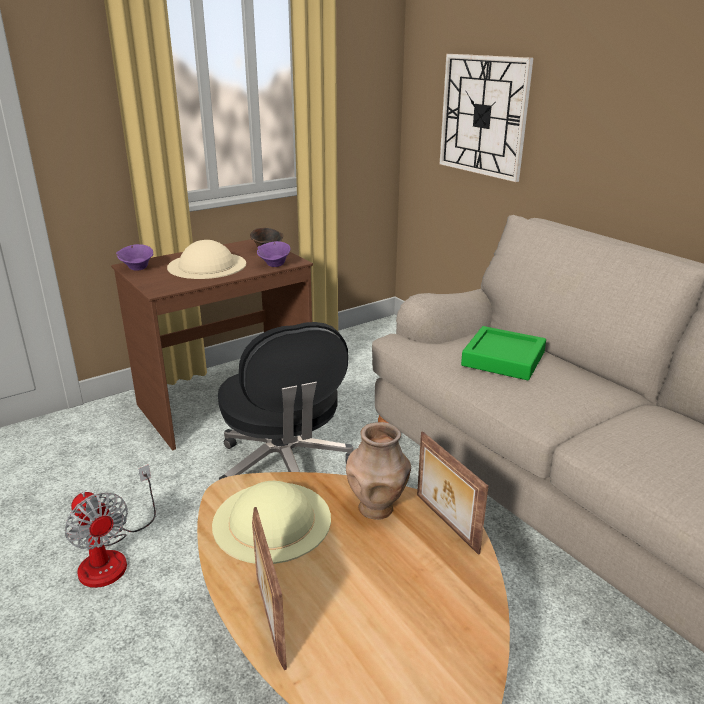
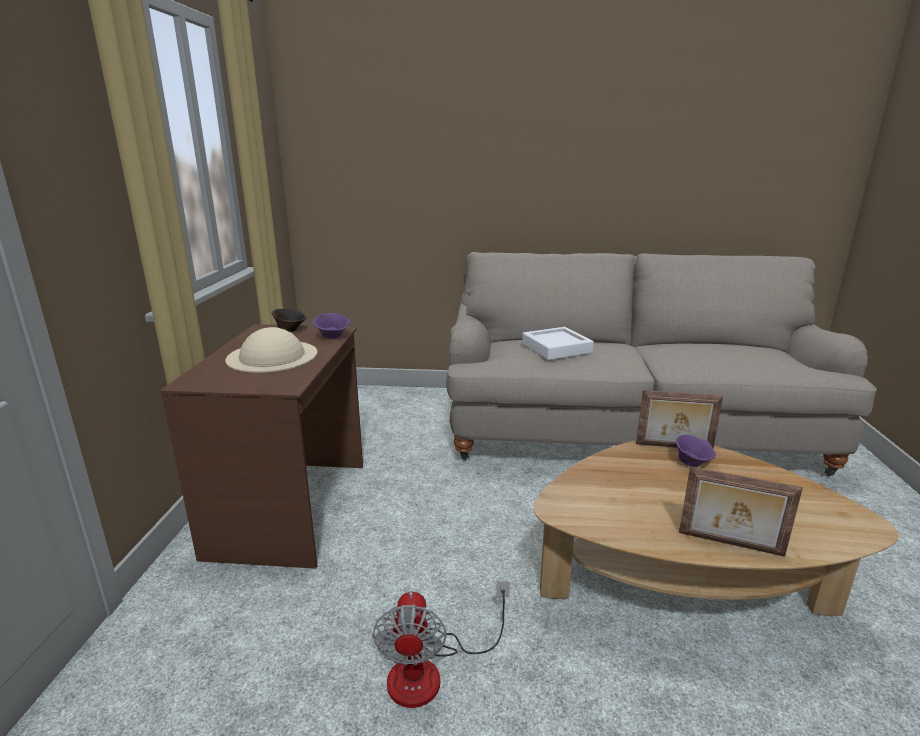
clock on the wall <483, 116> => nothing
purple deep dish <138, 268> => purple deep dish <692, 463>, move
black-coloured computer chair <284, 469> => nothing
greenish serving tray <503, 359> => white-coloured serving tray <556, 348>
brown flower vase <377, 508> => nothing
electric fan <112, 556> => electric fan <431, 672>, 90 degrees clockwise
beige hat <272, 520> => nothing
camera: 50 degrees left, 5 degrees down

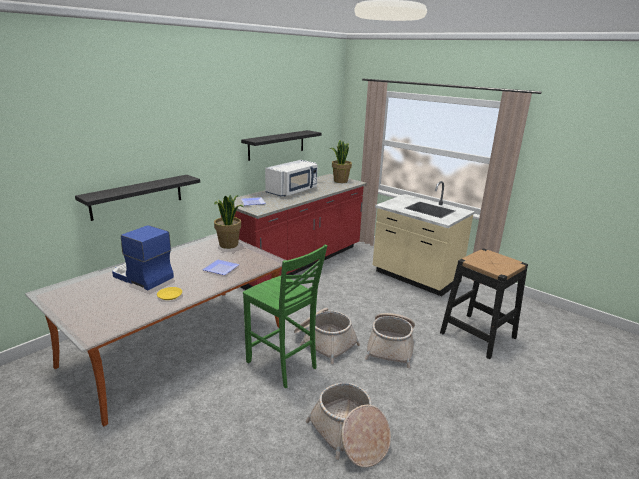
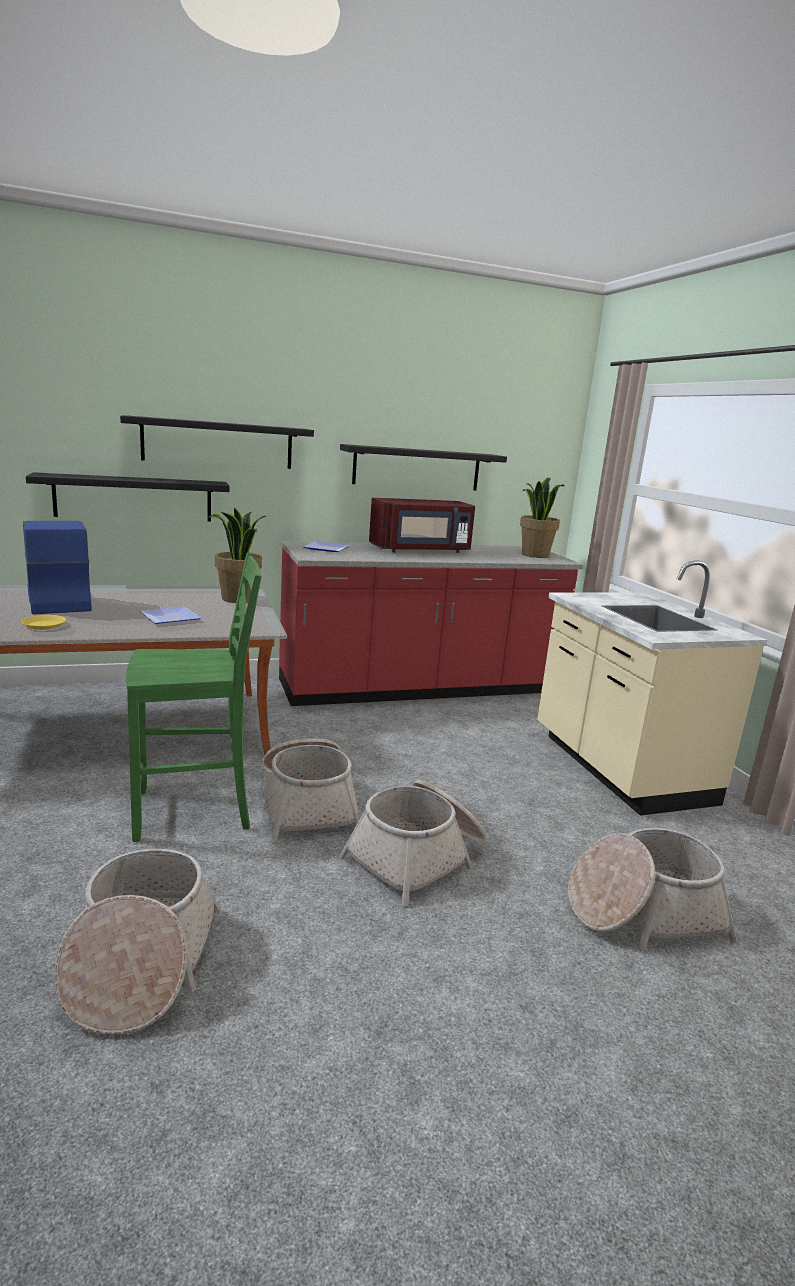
white-coloured microwave oven <293, 191> => reddish microwave oven <421, 550>
greenish plain chair <283, 365> => greenish plain chair <195, 812>, 90 degrees counterclockwise
black-coloured sitting stool <478, 335> => storage basket <642, 912>
nothing => black-coloured shelf <218, 443>
camera: 30 degrees right, 5 degrees down

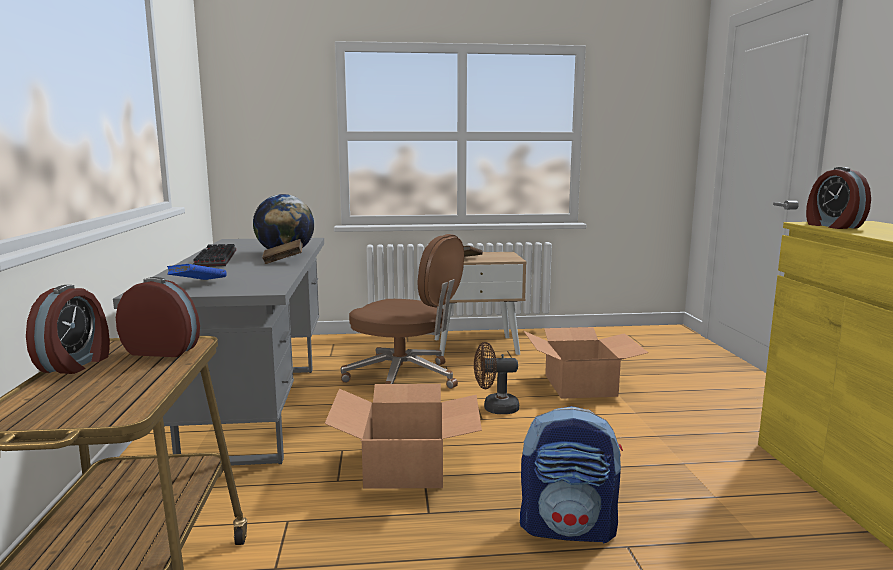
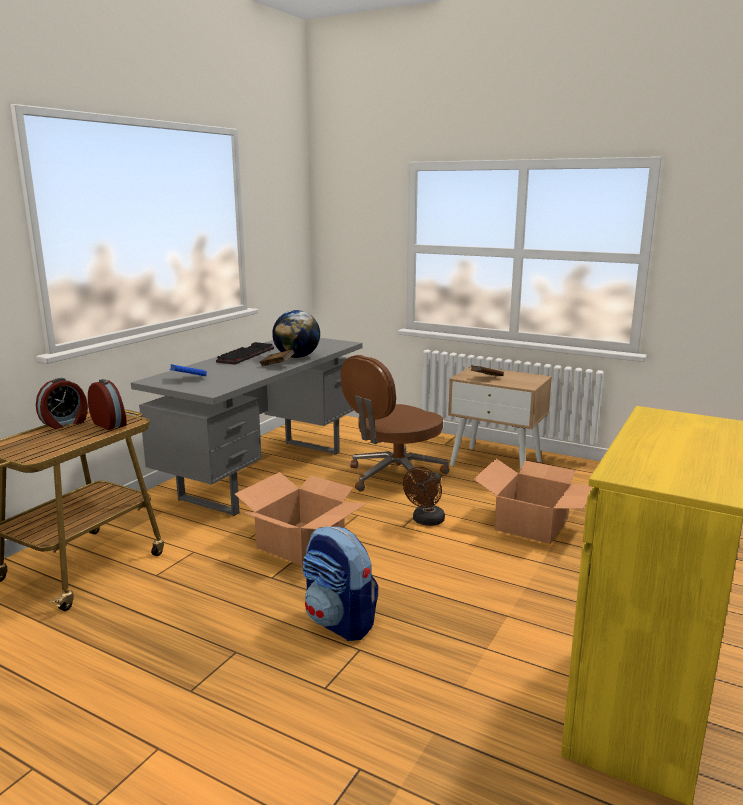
alarm clock <832, 226> => nothing
brown computer chair <404, 378> => brown computer chair <394, 477>, 75 degrees clockwise
brown electric fan <495, 408> => brown electric fan <426, 521>, 90 degrees counterclockwise
camera: 35 degrees right, 5 degrees up

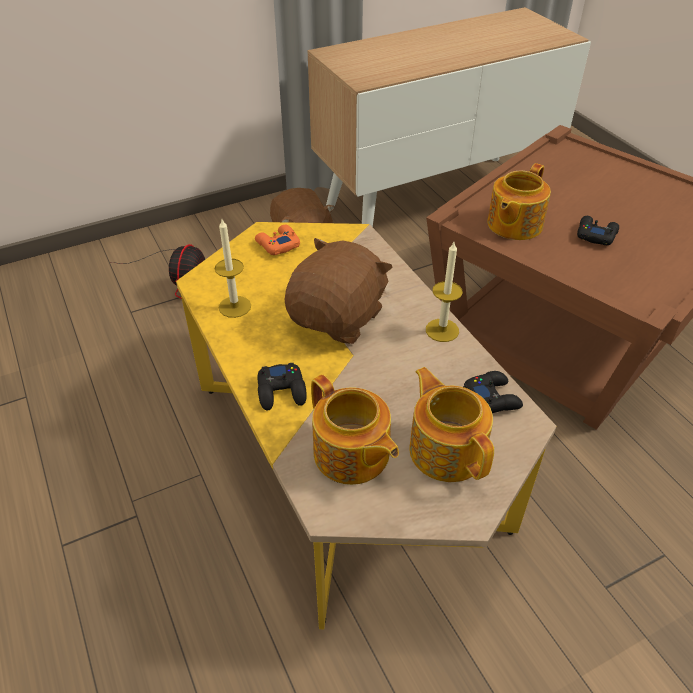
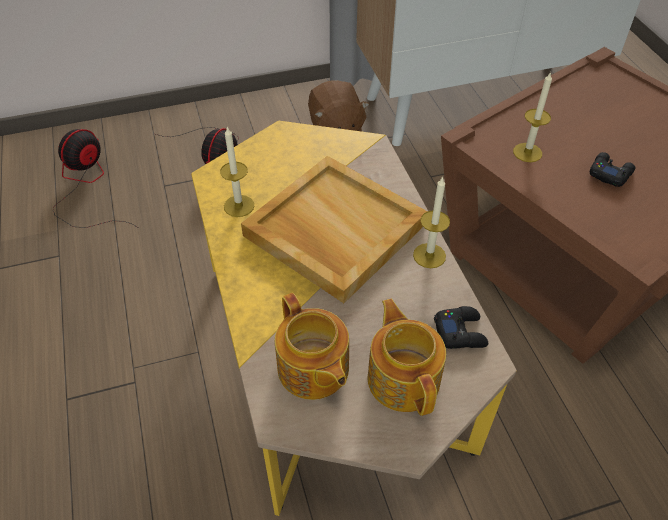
teapot <513, 224> => wax candle <527, 152>
orange joypad <277, 244> => nothing
brown plush toy <338, 318> => beige serving tray <333, 230>
black-coloured joypad <282, 391> => nothing
nothing => electric fan <87, 187>
camera: 10 degrees right, 5 degrees up

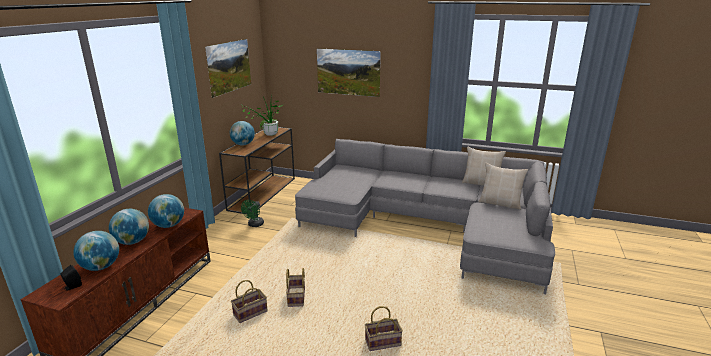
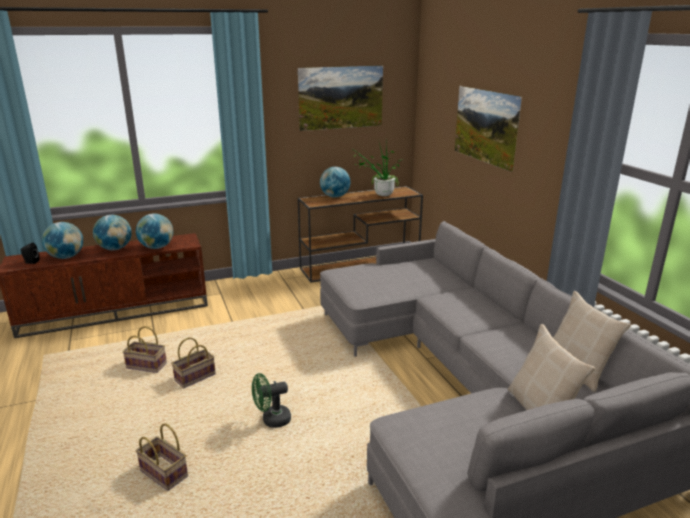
greenish electric fan <254, 225> => greenish electric fan <272, 420>, move
camera: 50 degrees right, 0 degrees up

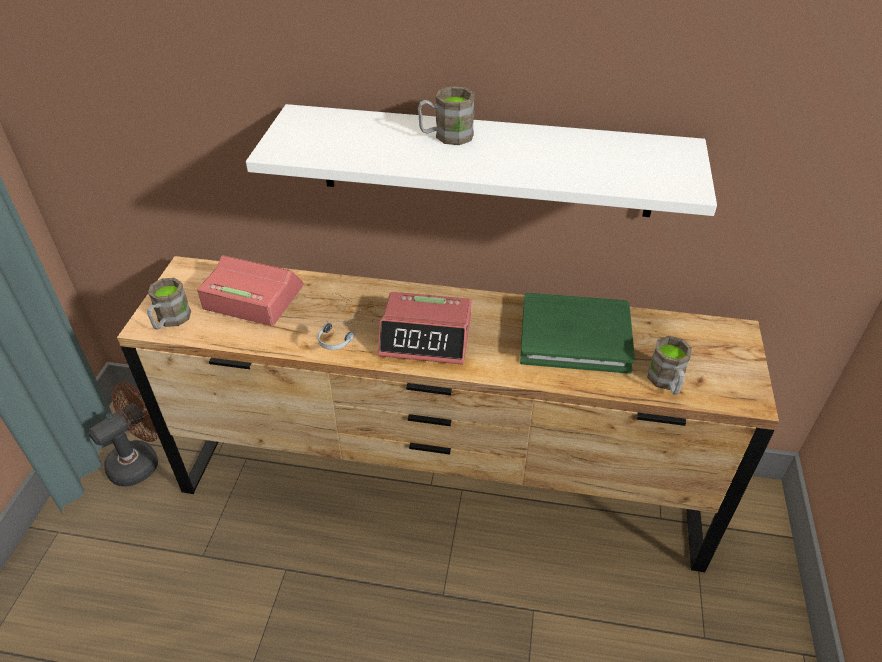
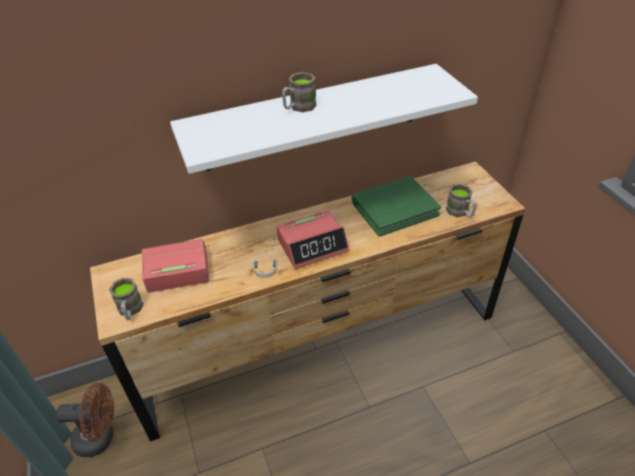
brown electric fan <141, 461> => brown electric fan <101, 437>, 75 degrees clockwise
camera: 30 degrees left, 0 degrees up

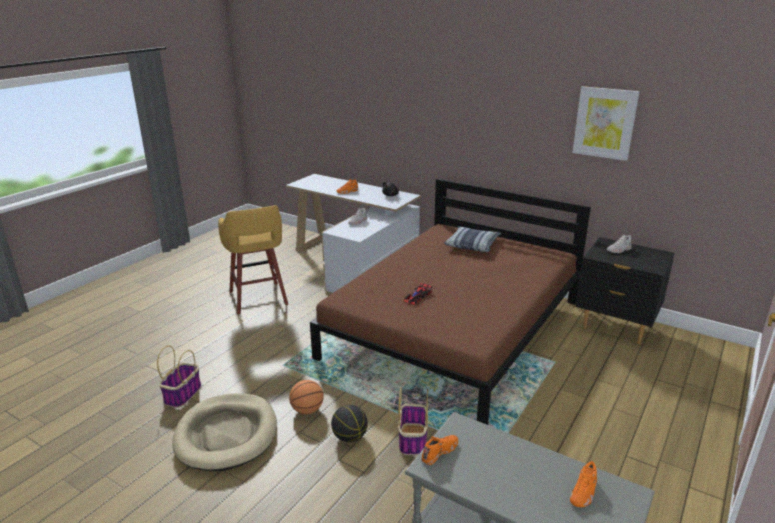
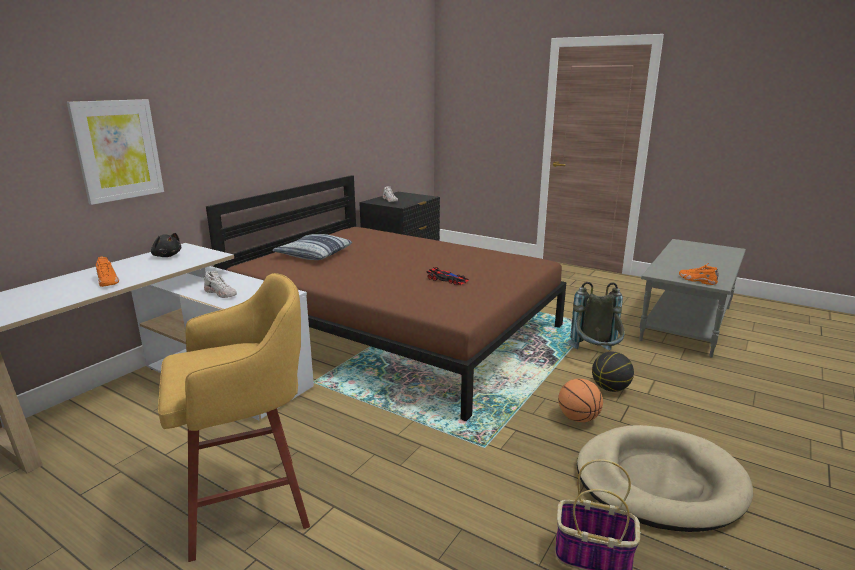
wall art <604, 123> => wall art <118, 150>, move
storage basket <413, 440> => grey backpack <595, 356>
orange shoe <583, 492> => nothing
camera: 90 degrees left, 5 degrees down

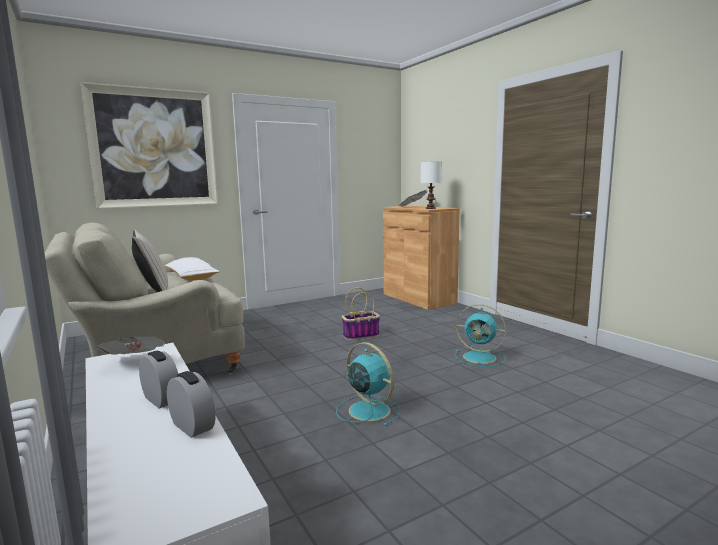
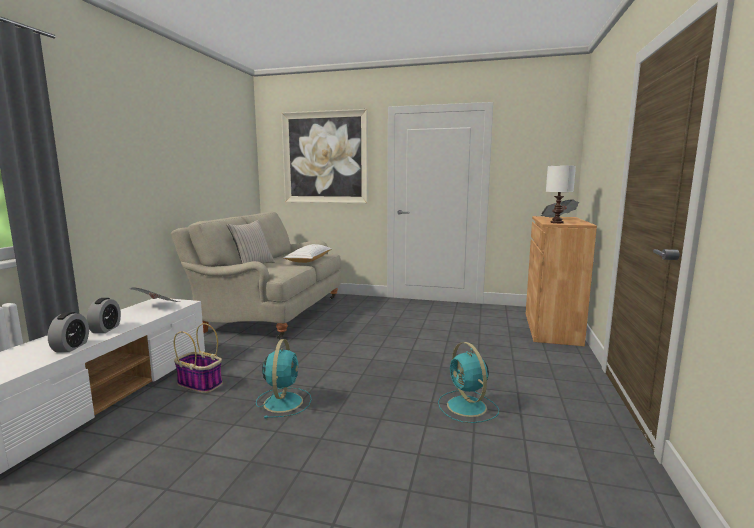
storage basket <361, 335> => storage basket <200, 384>, move
camera: 45 degrees right, 0 degrees up

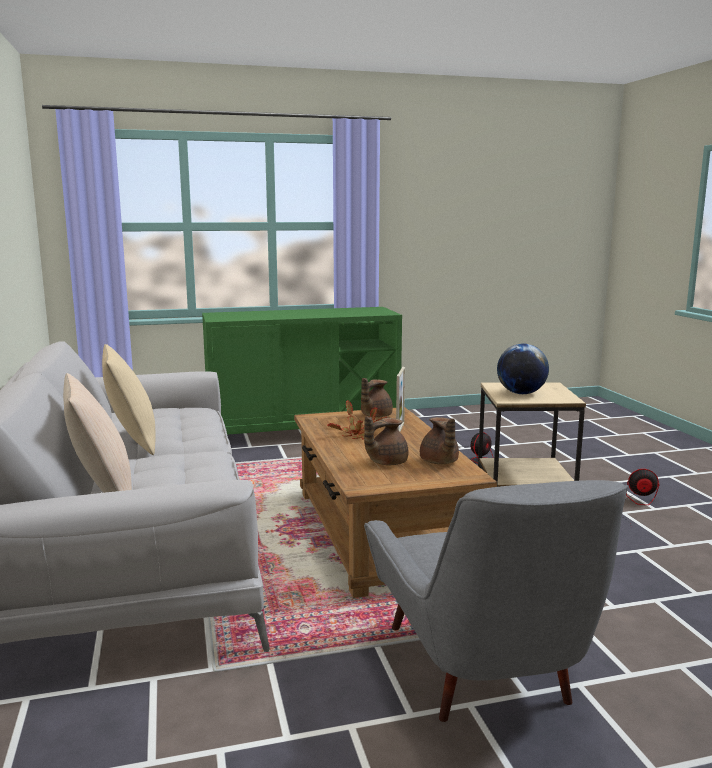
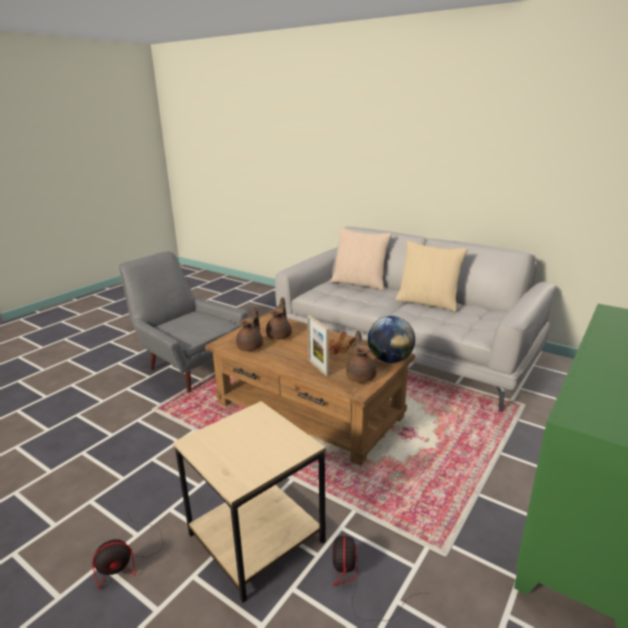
desk globe <521, 393> => desk globe <390, 360>, move
brown teapot <439, 462> => brown teapot <251, 346>, 75 degrees clockwise
camera: 140 degrees right, 10 degrees up

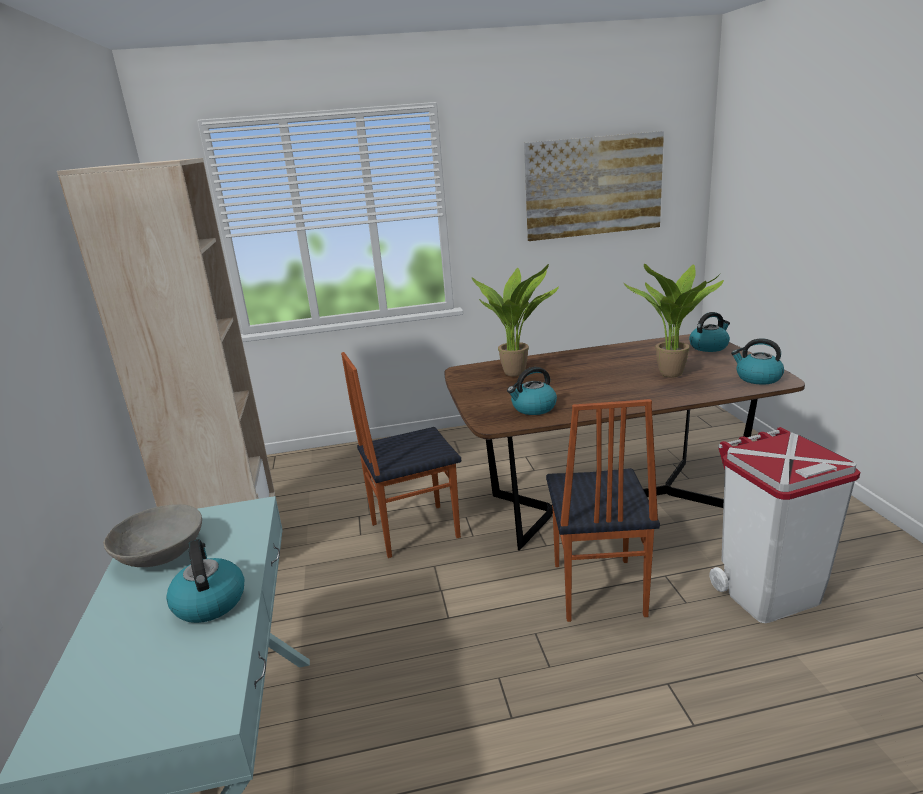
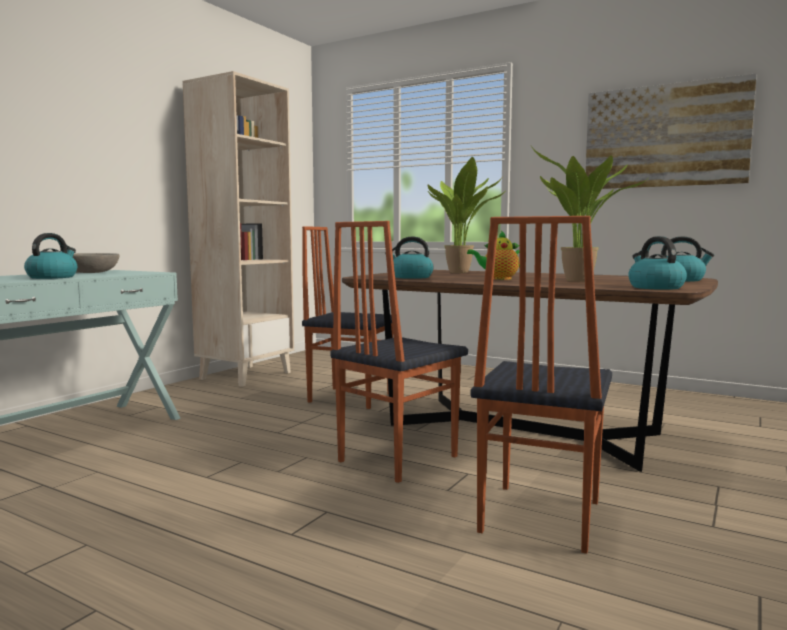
white-coloured waste bin <768, 593> => plain chair <537, 516>
nothing => teapot <498, 279>
camera: 40 degrees right, 15 degrees down

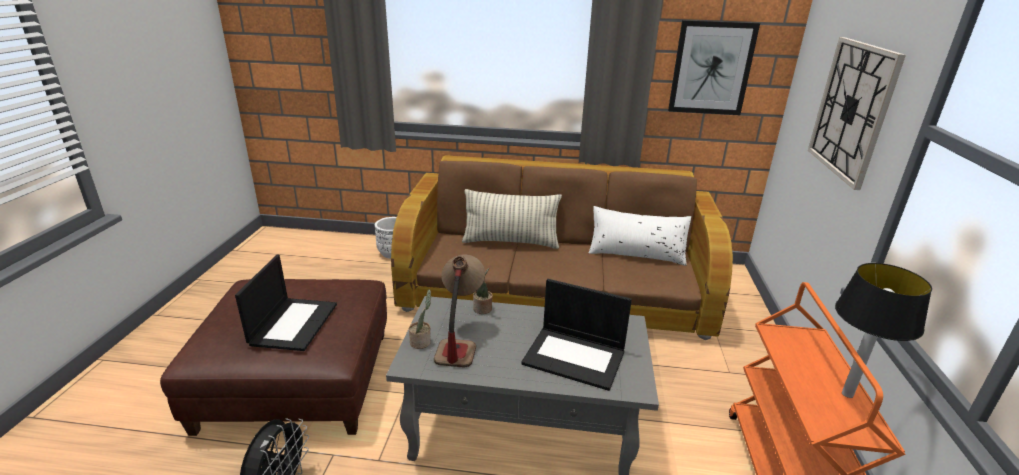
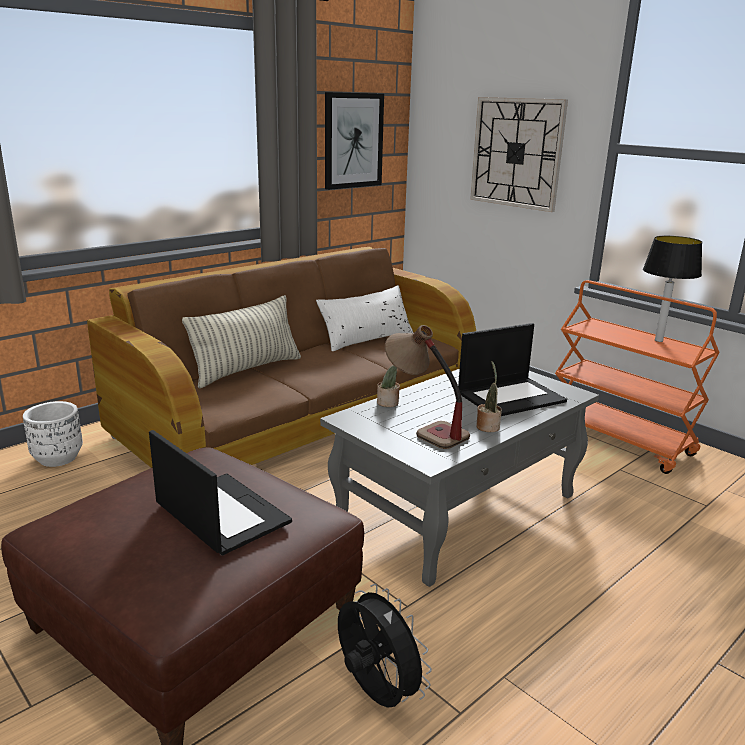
houseplant <421, 342> => houseplant <487, 426>, move
camera: 50 degrees left, 5 degrees down

